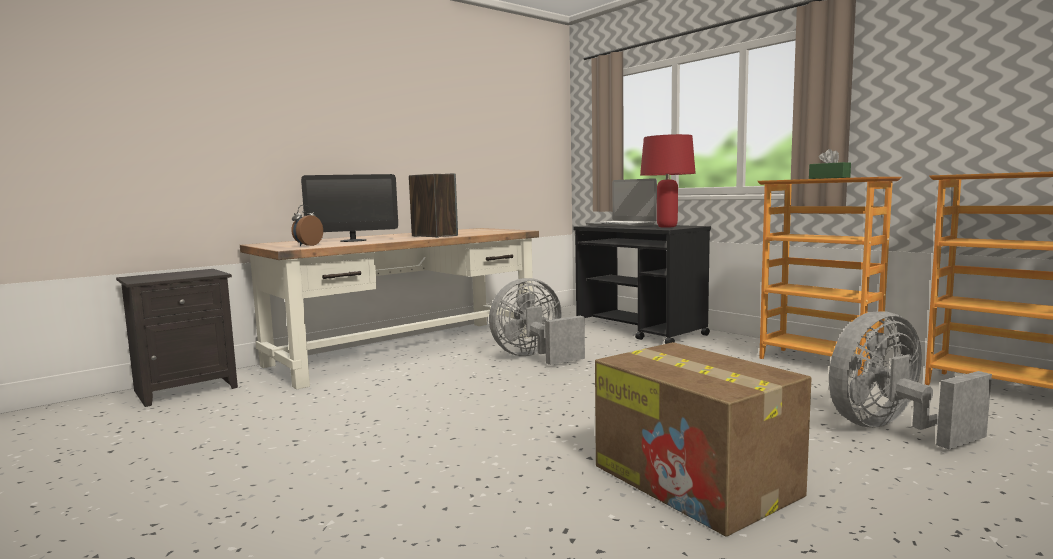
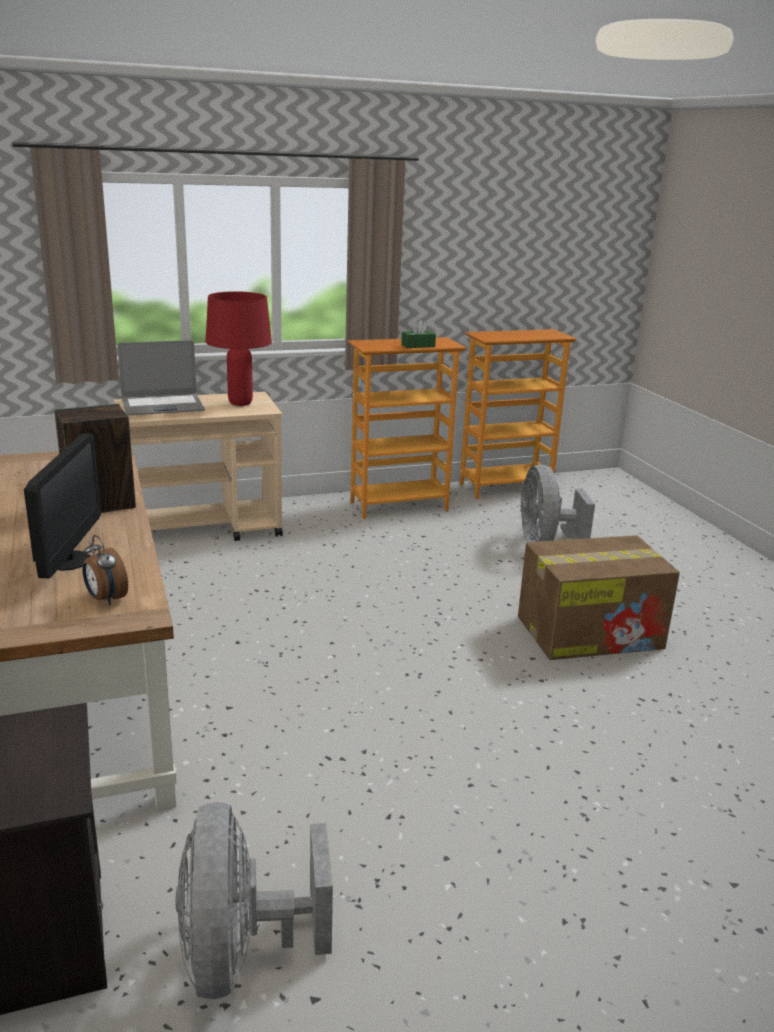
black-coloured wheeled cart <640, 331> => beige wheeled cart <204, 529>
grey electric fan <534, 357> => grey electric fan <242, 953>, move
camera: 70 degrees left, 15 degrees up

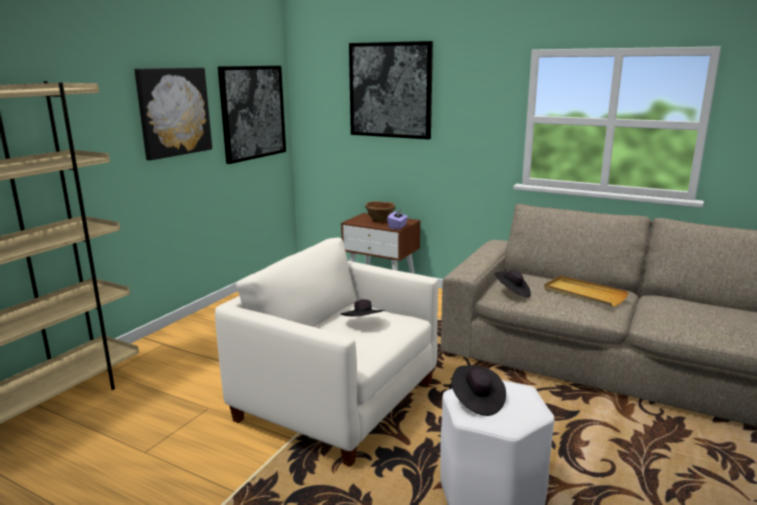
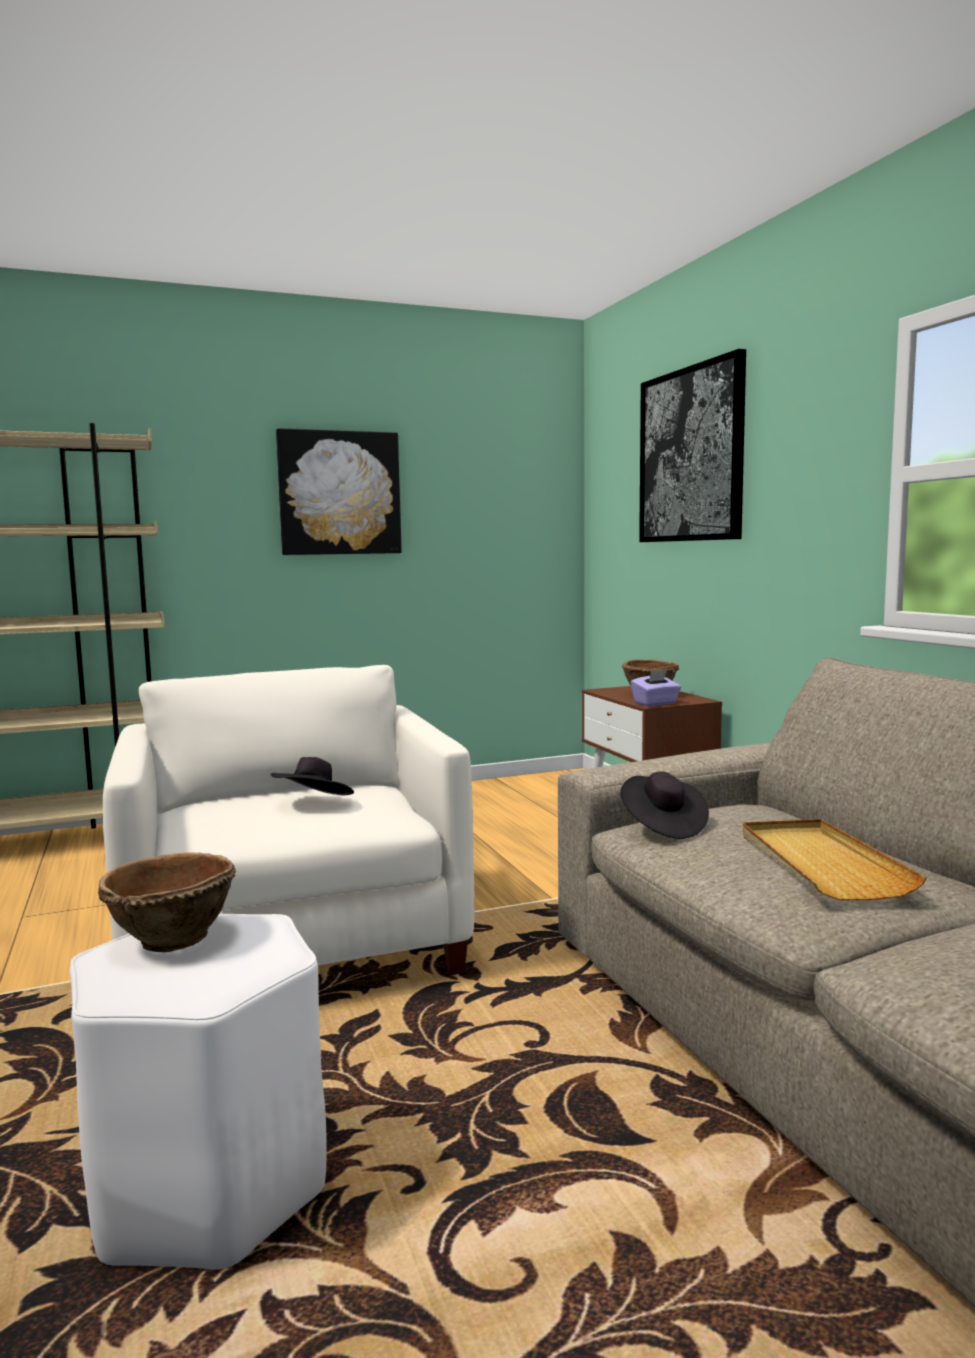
wall art <253, 112> => nothing
black-coloured hat <477, 401> => brown deep dish <171, 940>
camera: 40 degrees right, 10 degrees down

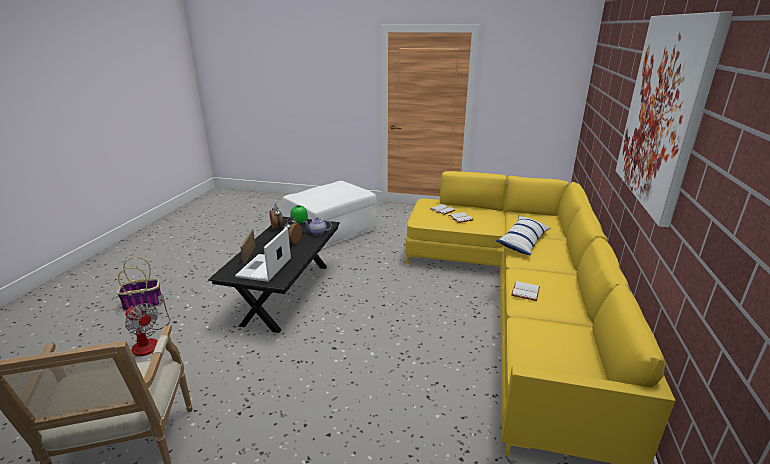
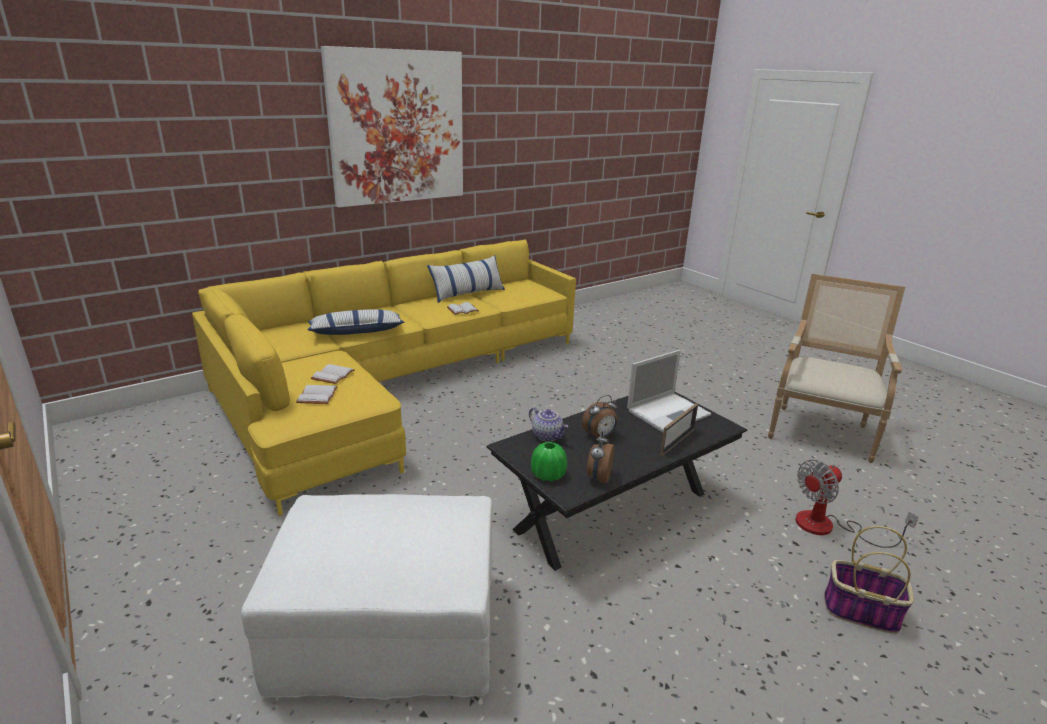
electric fan <149, 341> => electric fan <828, 527>, 105 degrees counterclockwise
nothing => cushion <467, 293>
camera: 140 degrees left, 0 degrees up

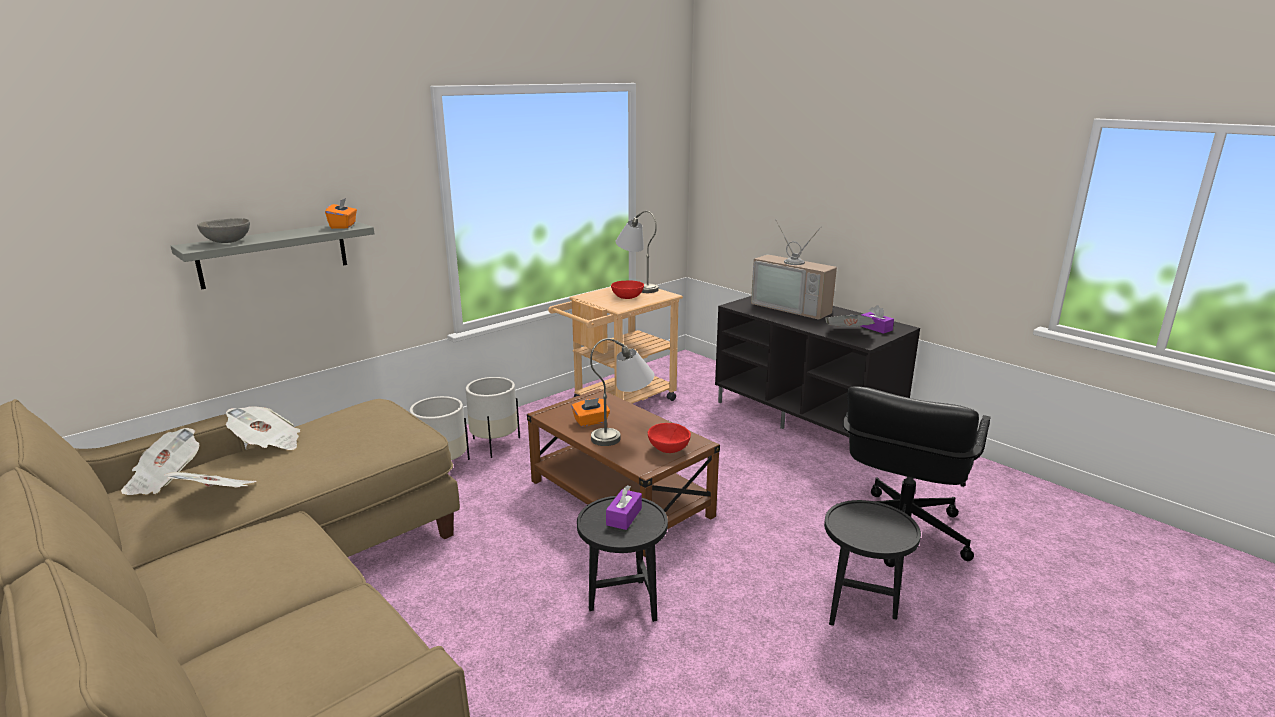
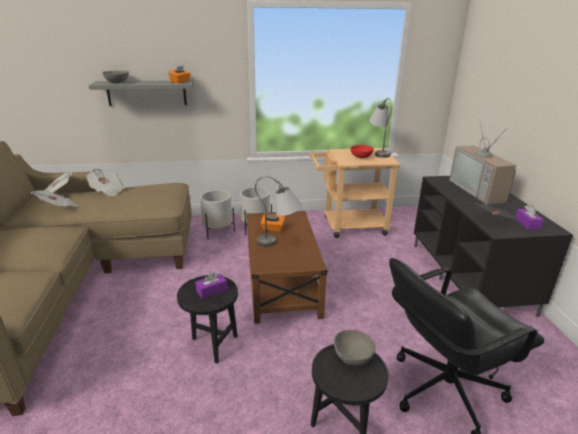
reddish deep dish <668, 449> => nothing
nothing => grey deep dish <353, 358>
camera: 35 degrees right, 5 degrees up

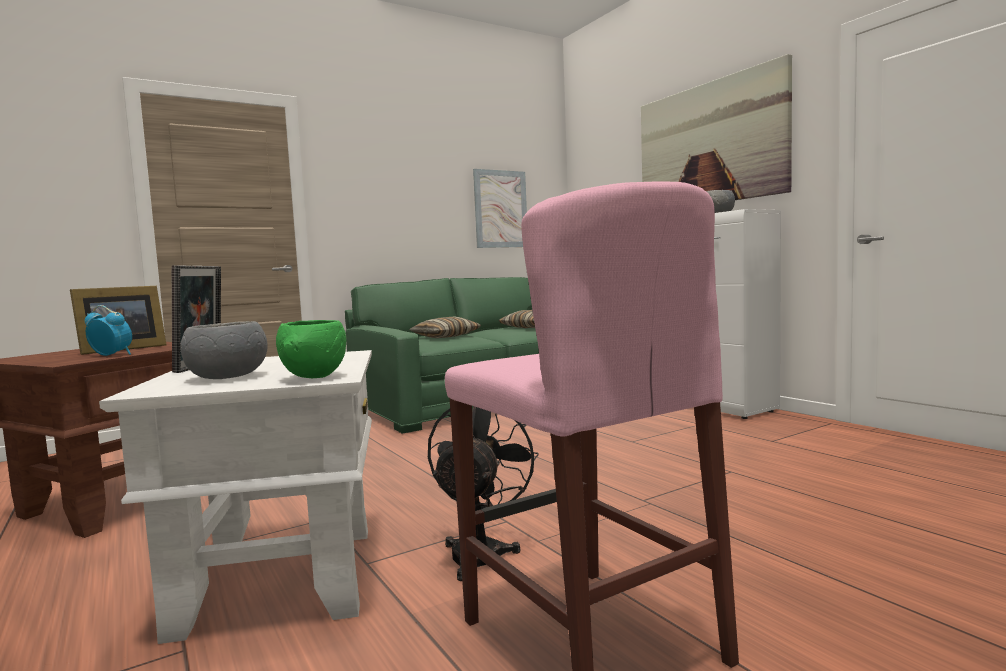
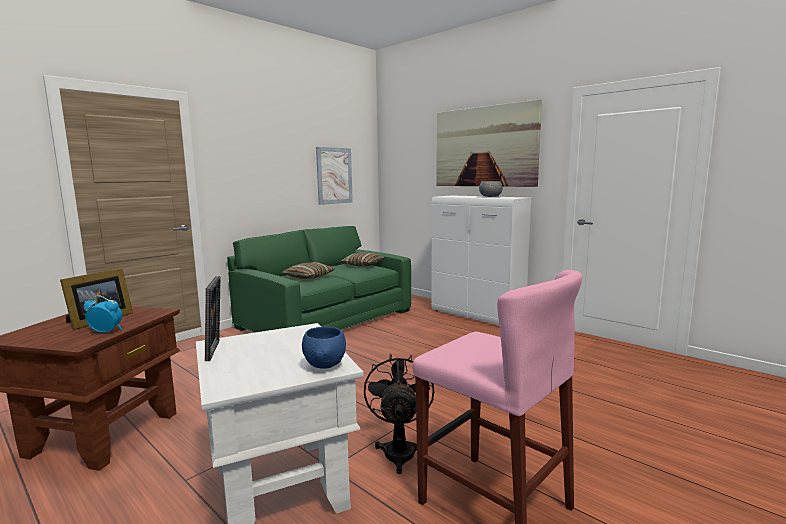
greenish deep dish <313, 378> => blue-coloured deep dish <324, 367>
grey deep dish <228, 377> => nothing
camera: 15 degrees left, 5 degrees up

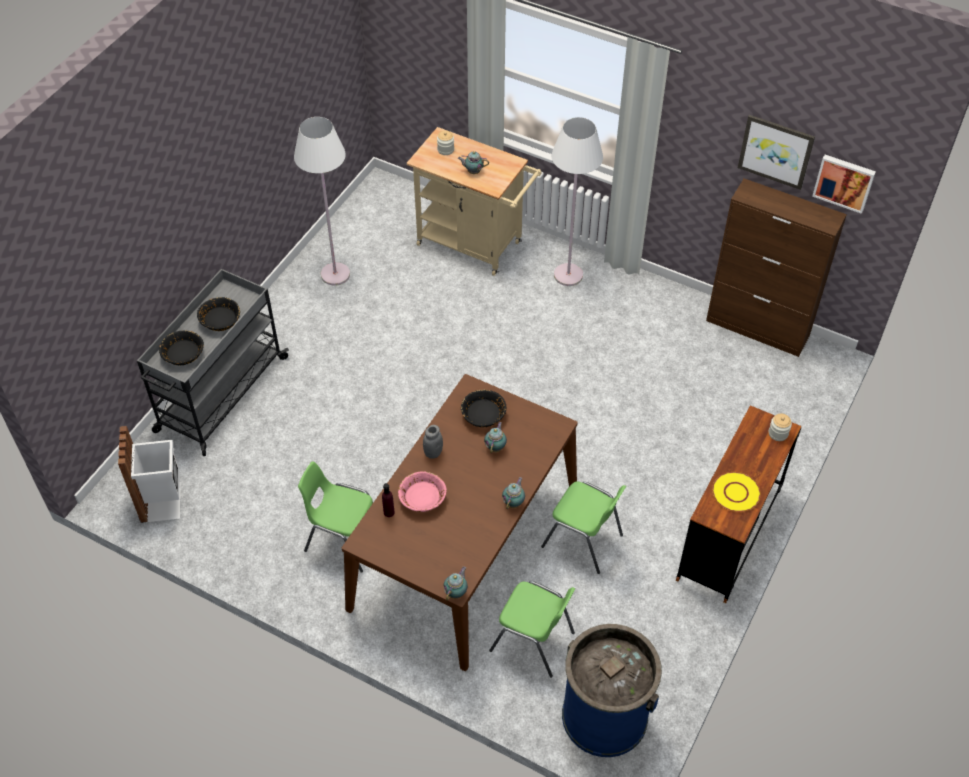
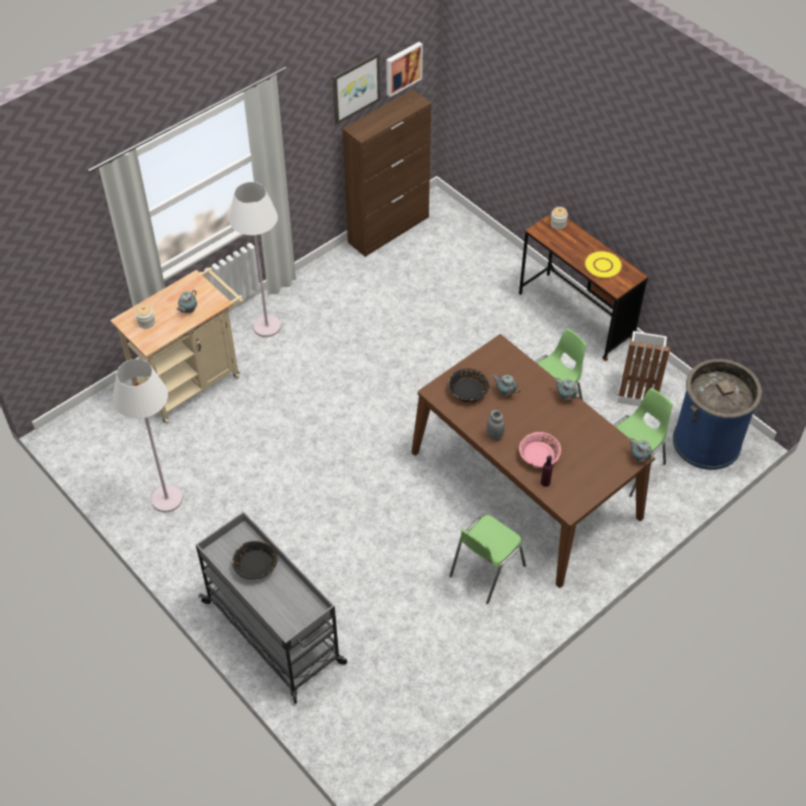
black-coloured deep dish <183, 354> => nothing
white-coloured waste bin <163, 501> => white-coloured waste bin <637, 391>, move
camera: 70 degrees left, 0 degrees up

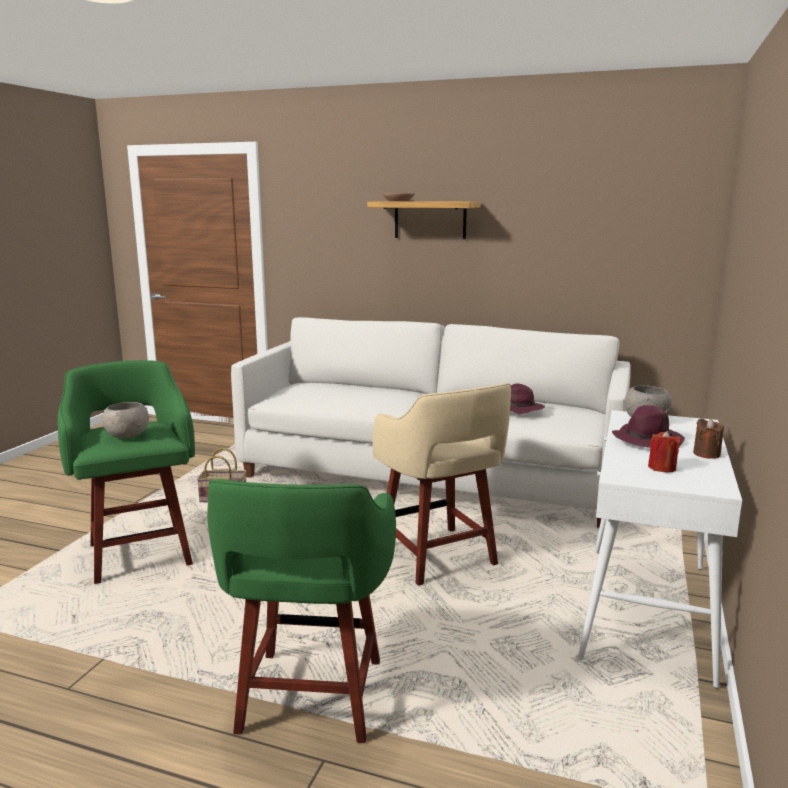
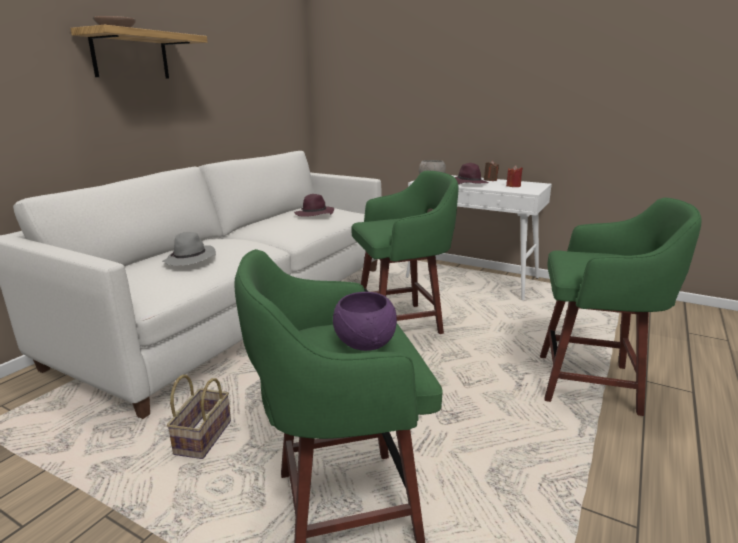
beige sitting stool <439, 557> => greenish sitting stool <401, 322>
grey deep dish <128, 435> => purple deep dish <364, 343>
nothing => grey hat <190, 259>
camera: 80 degrees left, 5 degrees up

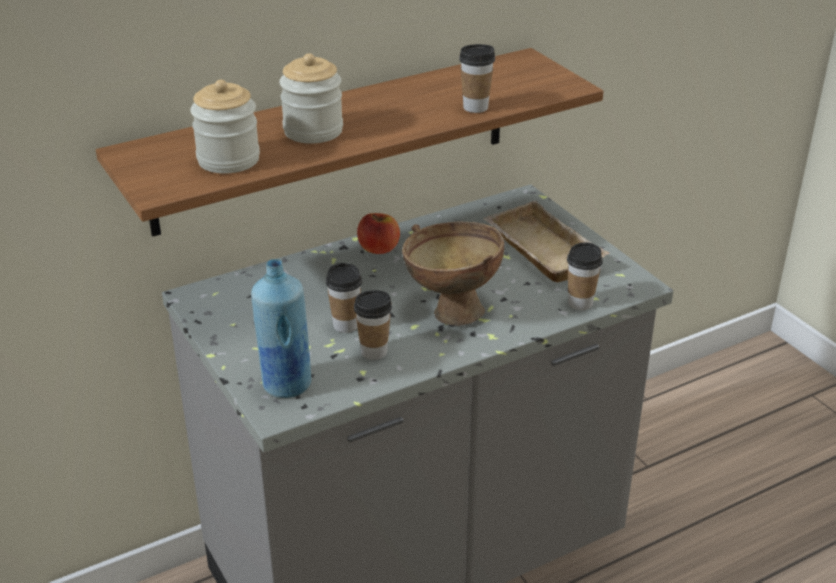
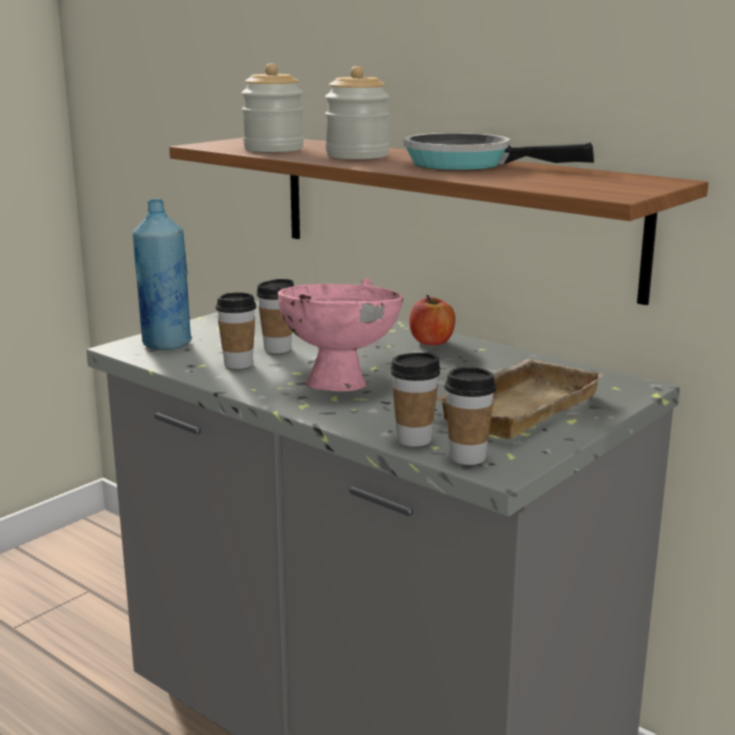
drinking cup <475, 107> => drinking cup <467, 457>, move
brown deep dish <450, 309> => pink deep dish <342, 382>
nothing => frying pan <467, 164>
camera: 70 degrees right, 15 degrees down

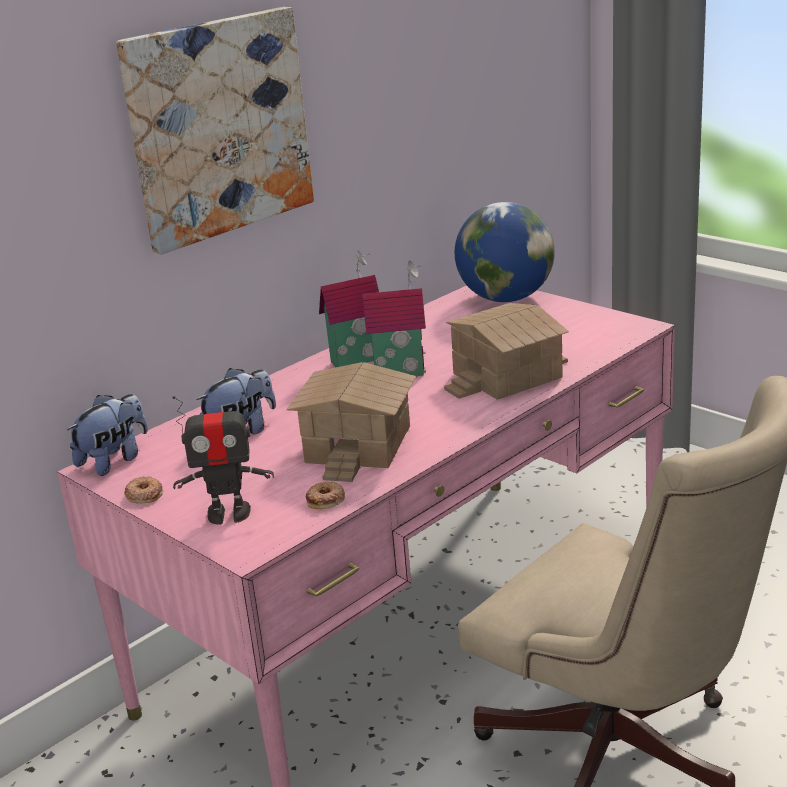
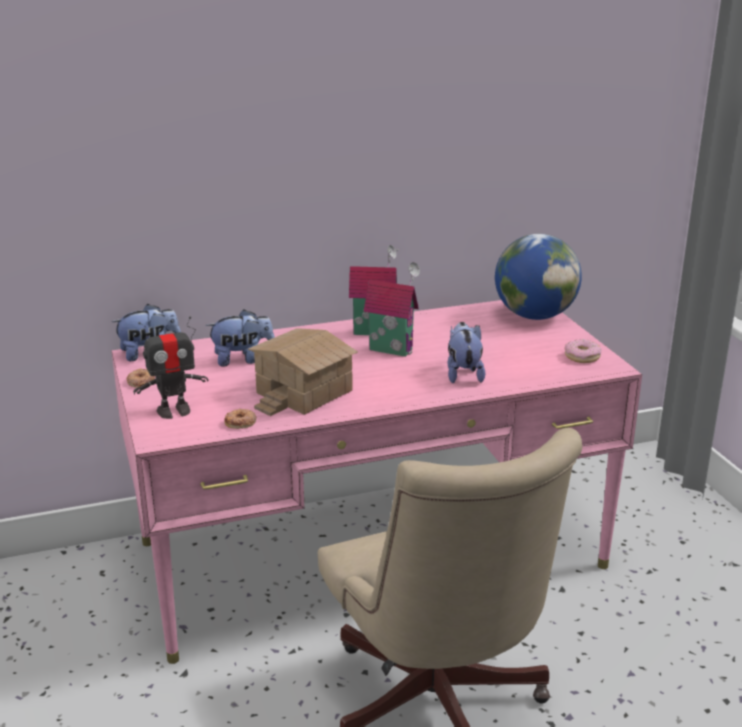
wall art <218, 127> => nothing
miniature house <505, 375> => plush toy <463, 374>
robot figure <228, 513> => robot figure <174, 411>, 45 degrees counterclockwise
nothing => doughnut <582, 357>
camera: 25 degrees right, 0 degrees up

